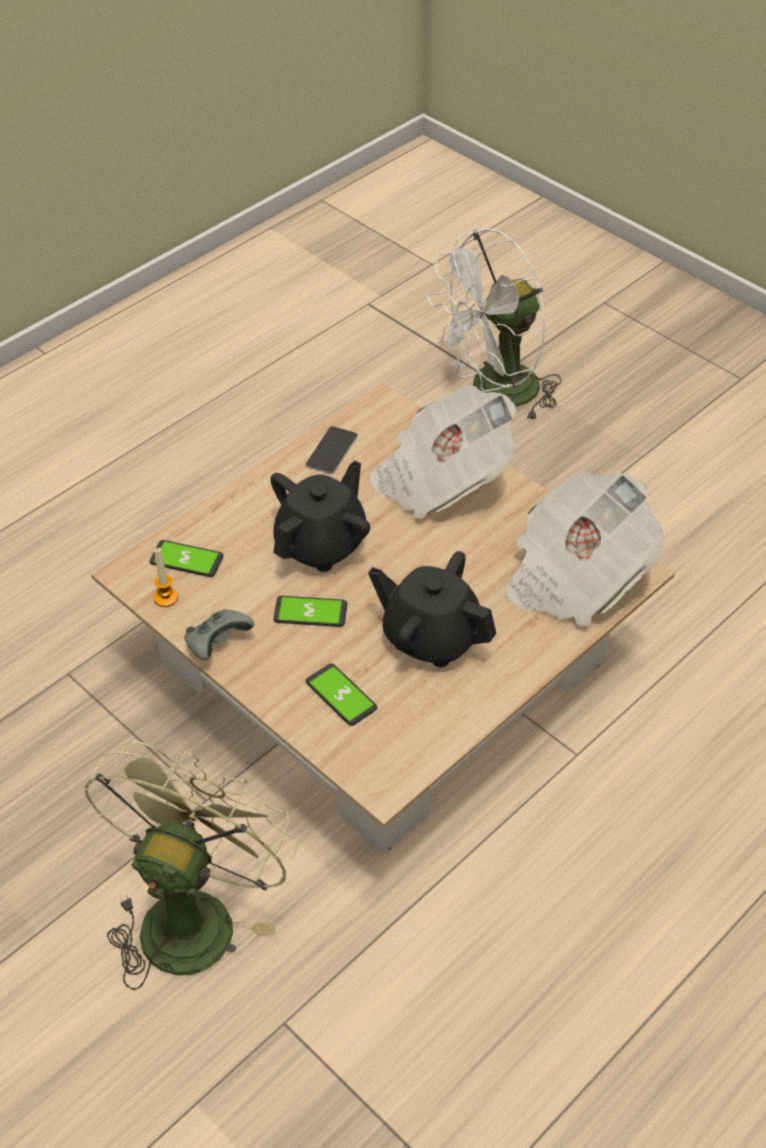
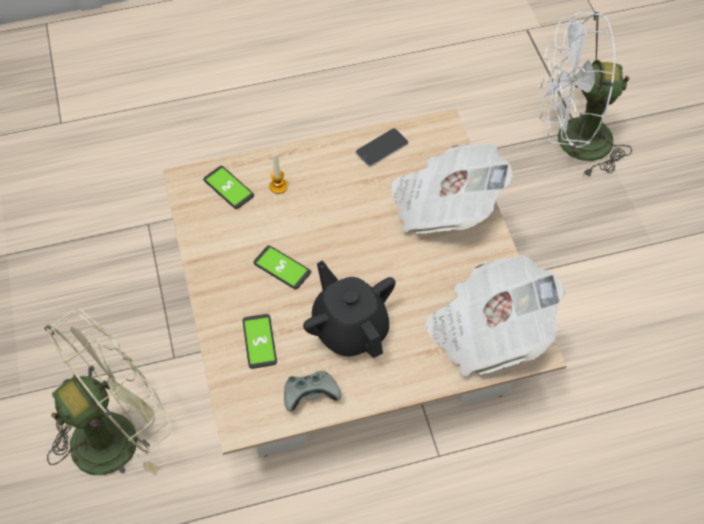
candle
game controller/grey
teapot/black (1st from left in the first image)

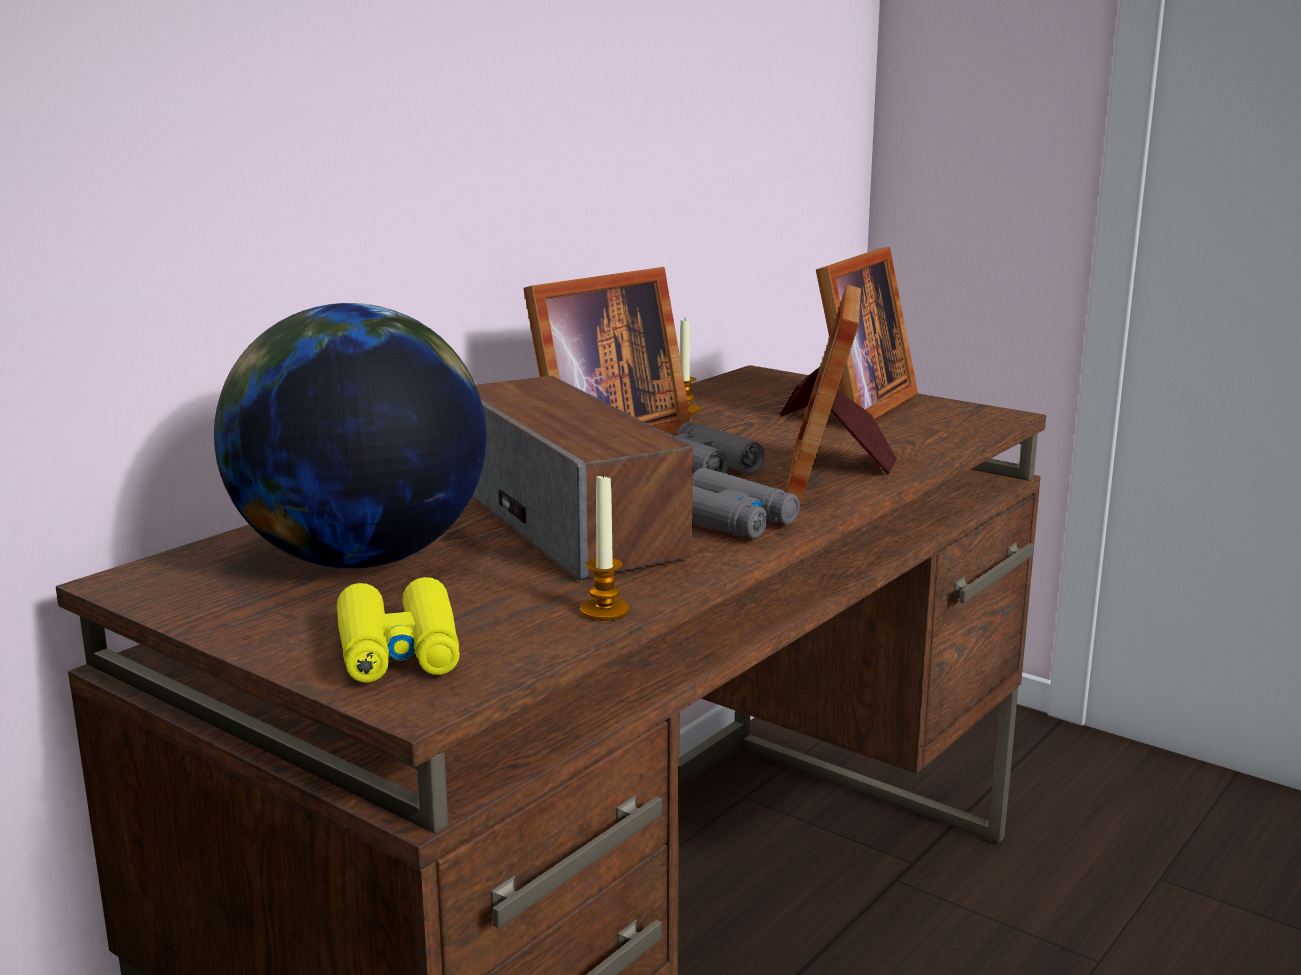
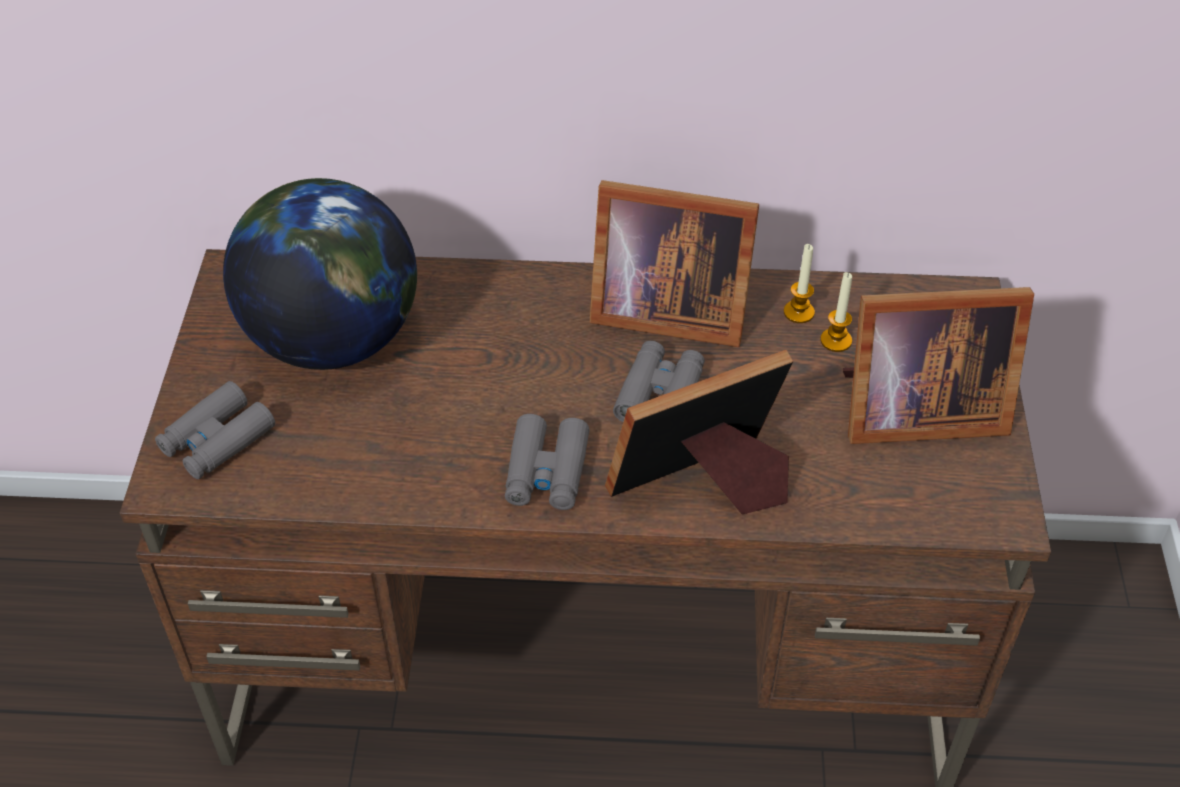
binoculars/grey (1st from left)
speaker
candle (2nd from left)

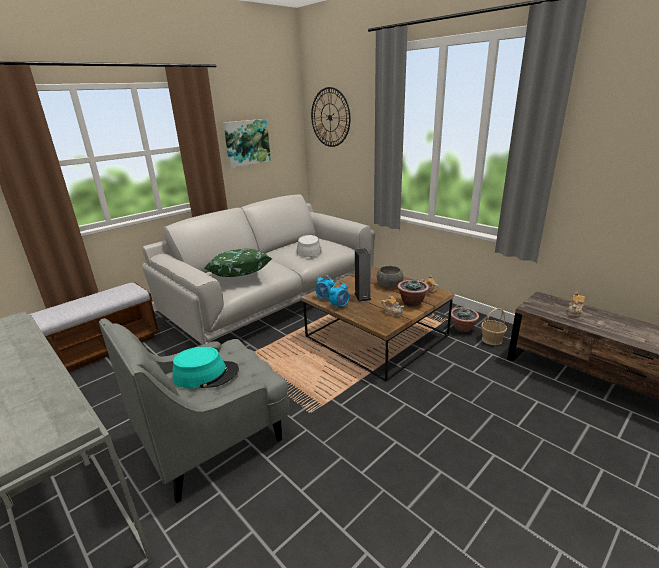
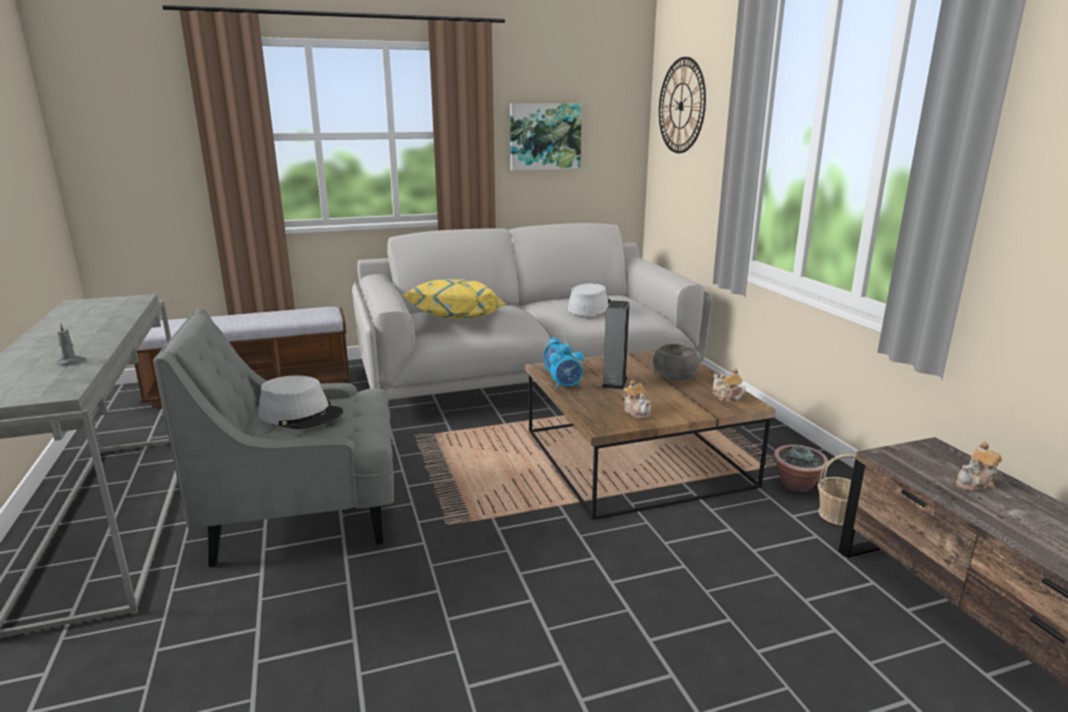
hat/grey (1st from left)
pillow/yellow
potted plant (1st from left in the first image)
candle/grey

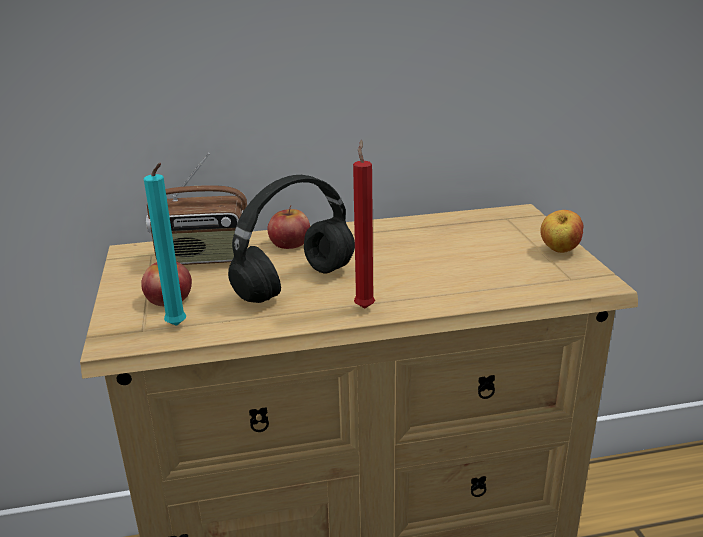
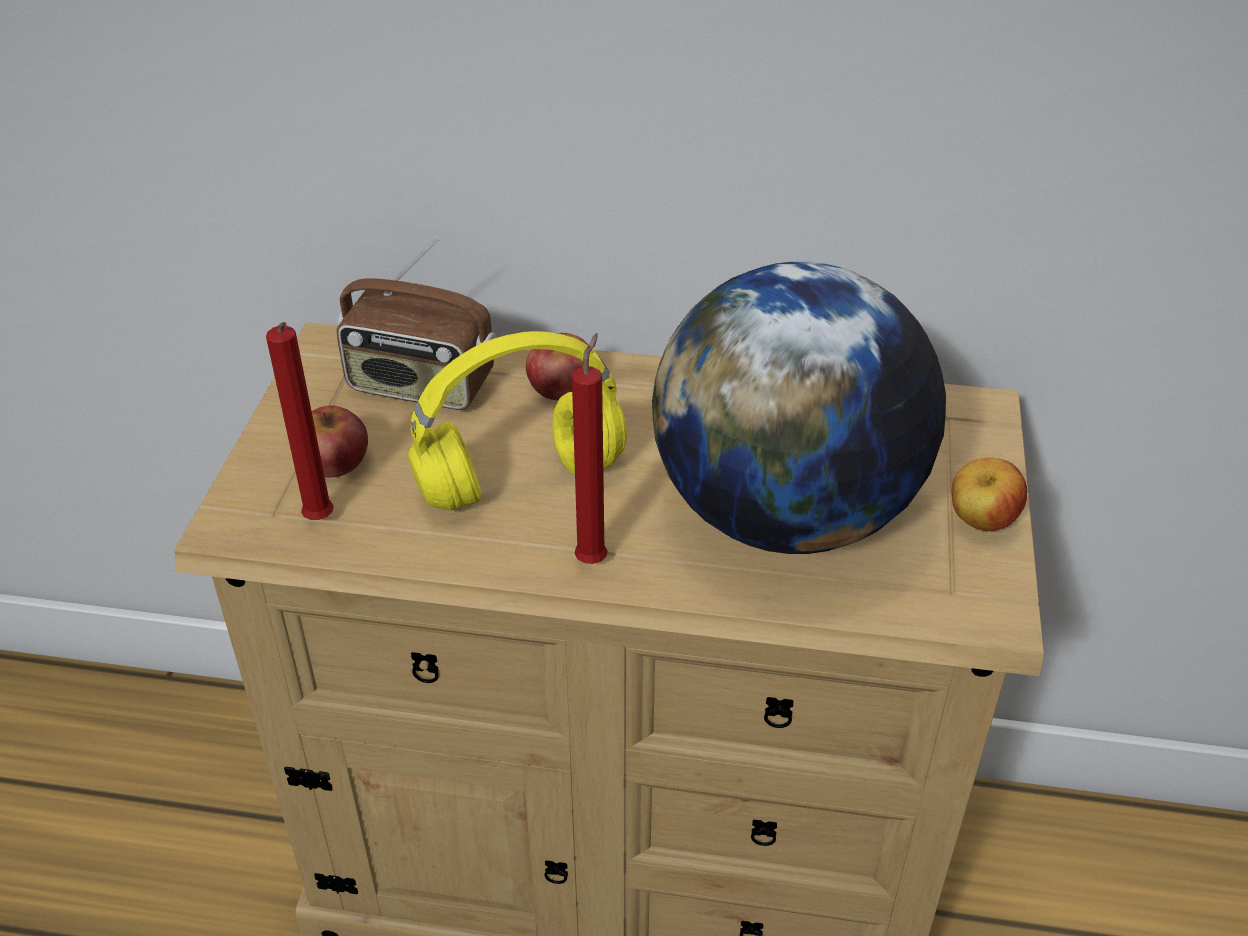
candle/red (1st from left)
headphones/yellow
globe

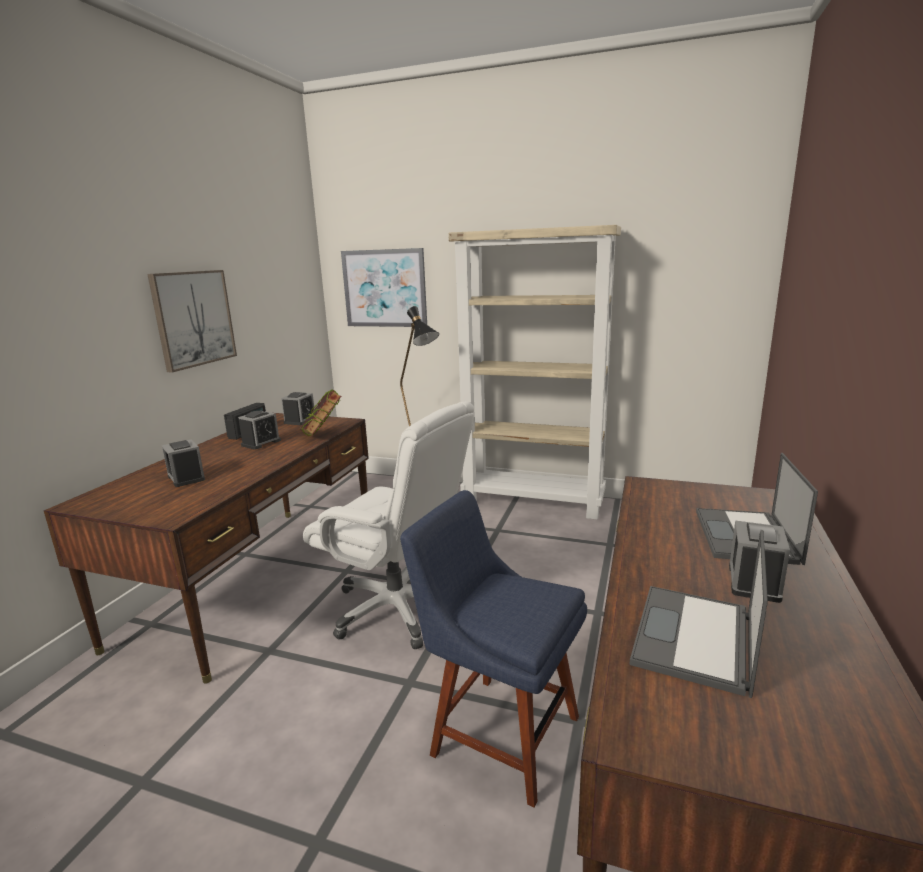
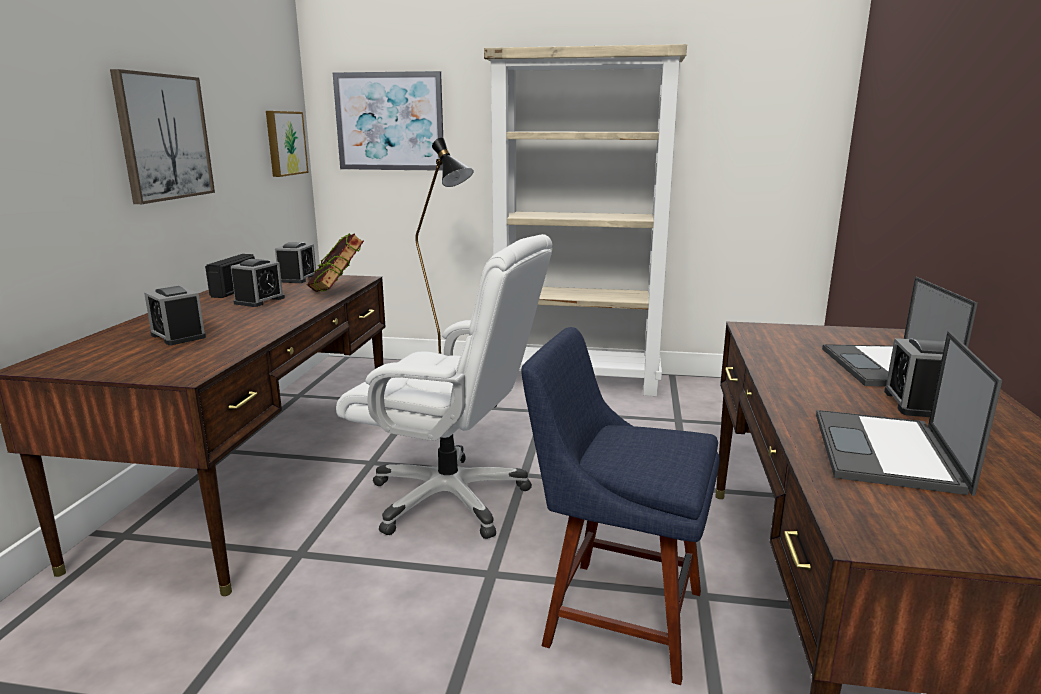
picture (2nd from left)

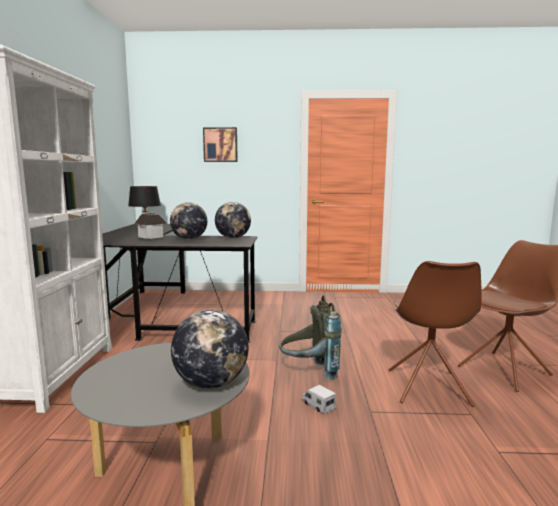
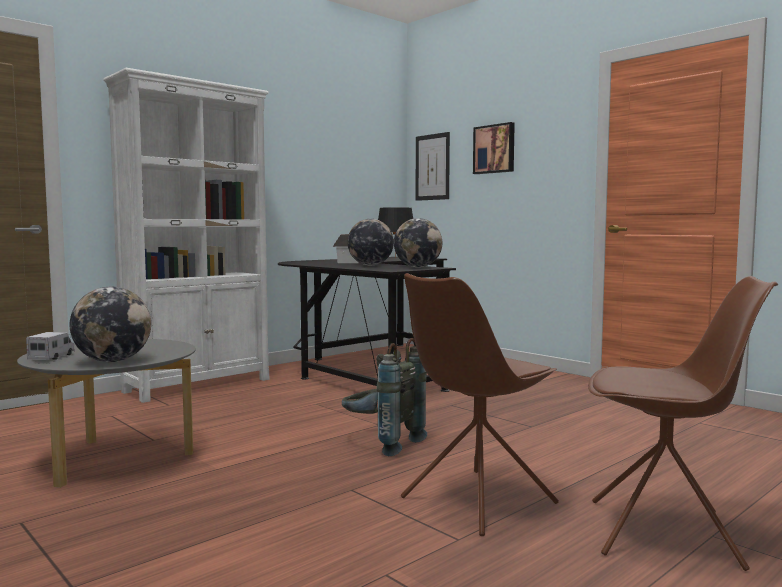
toy truck
picture (1st from left)

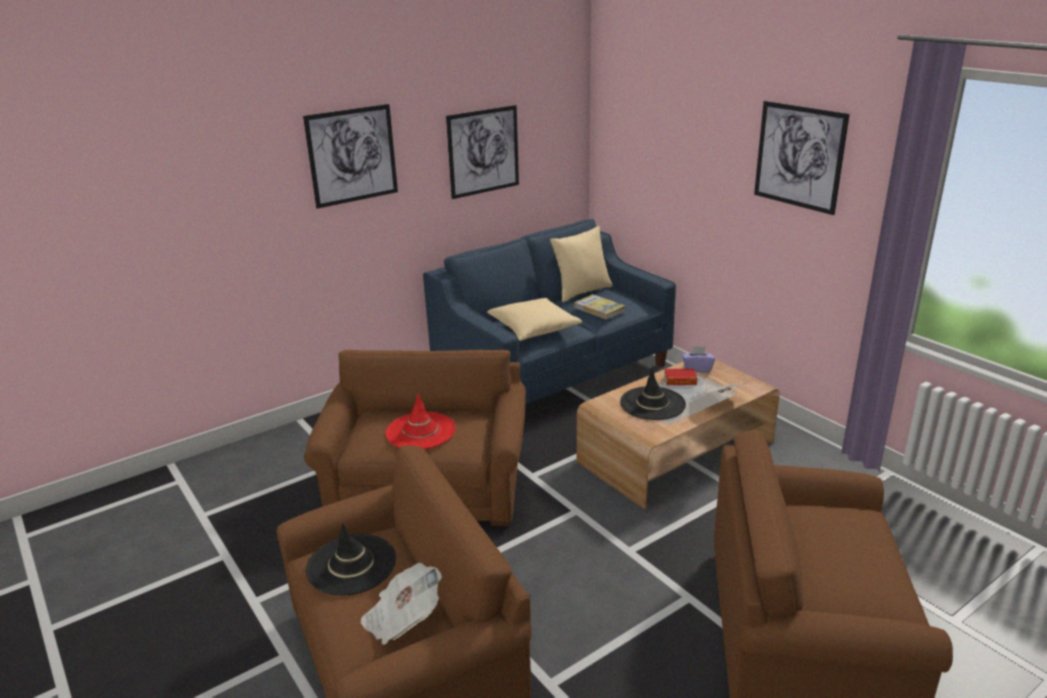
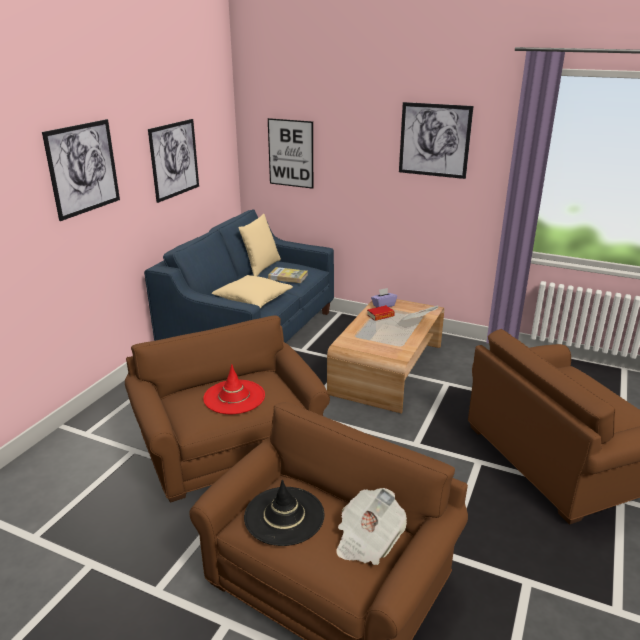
hat/black (2nd from left in the first image)
picture (3rd from left)

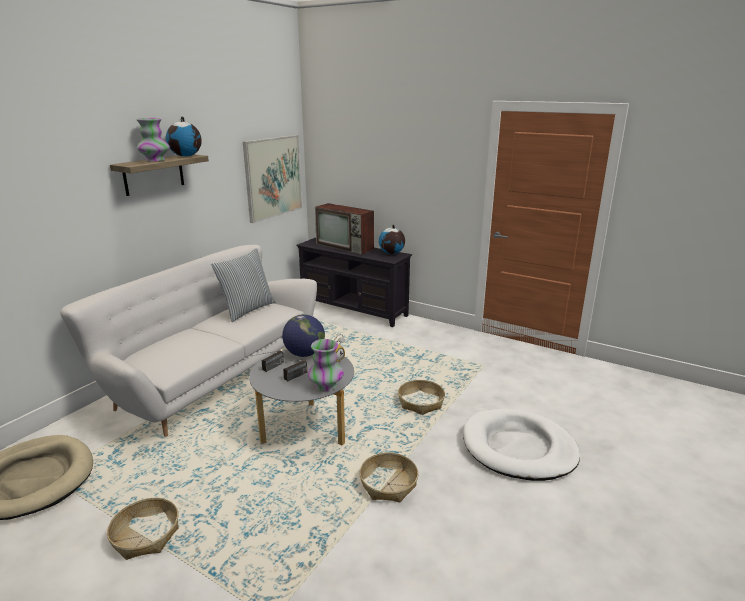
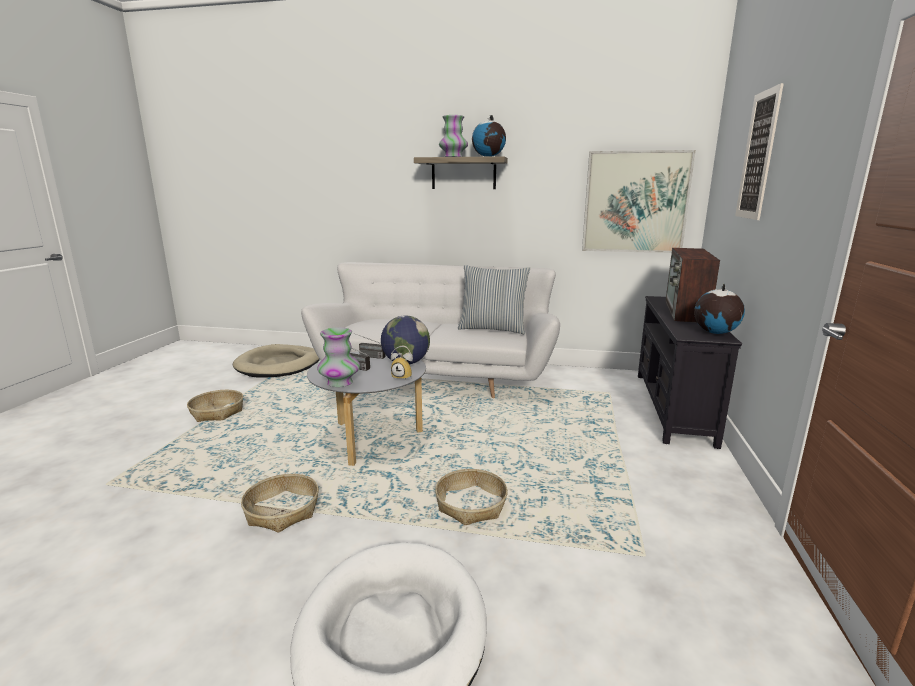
picture (2nd from left)

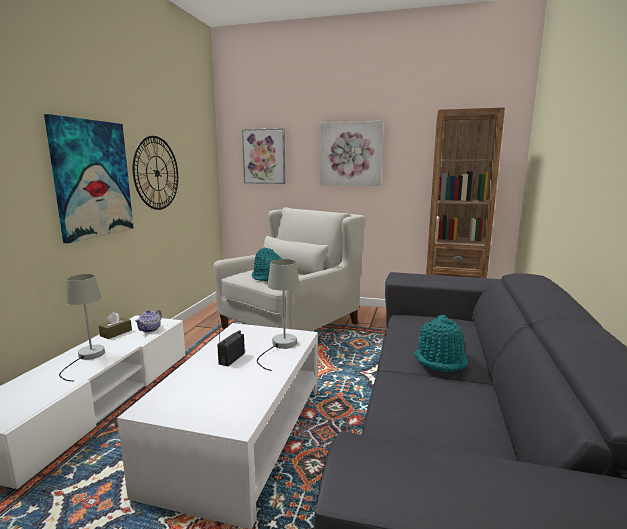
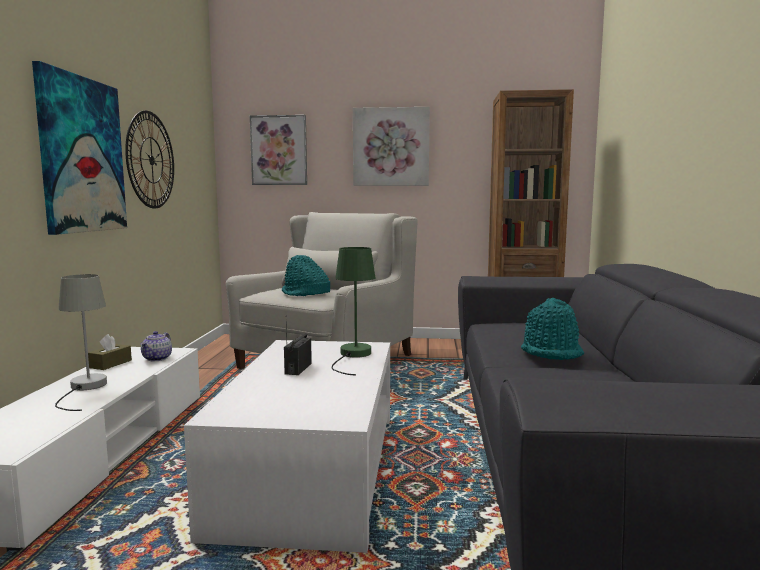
table lamp/green

